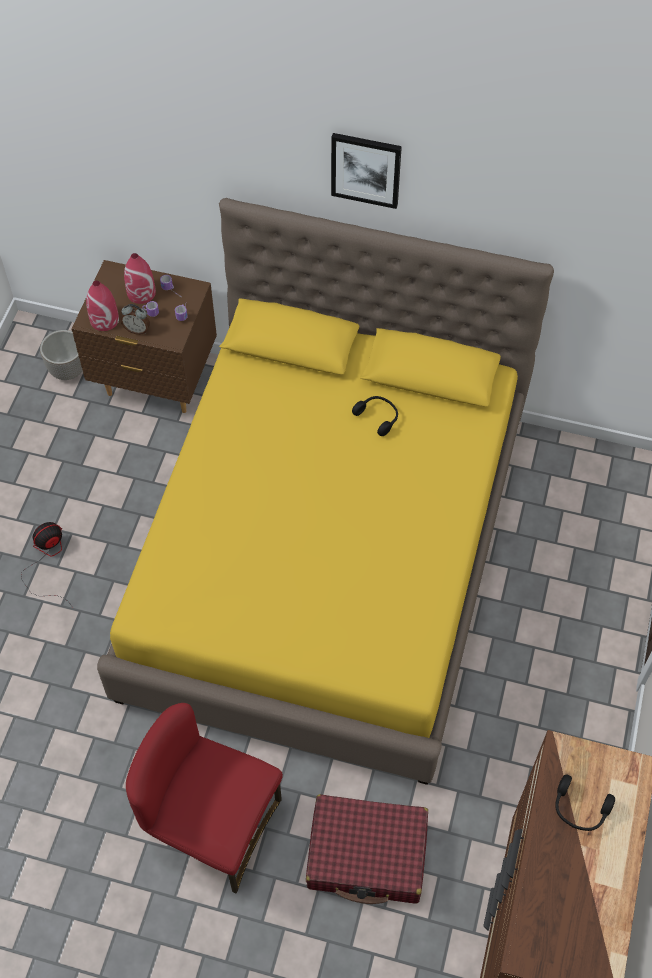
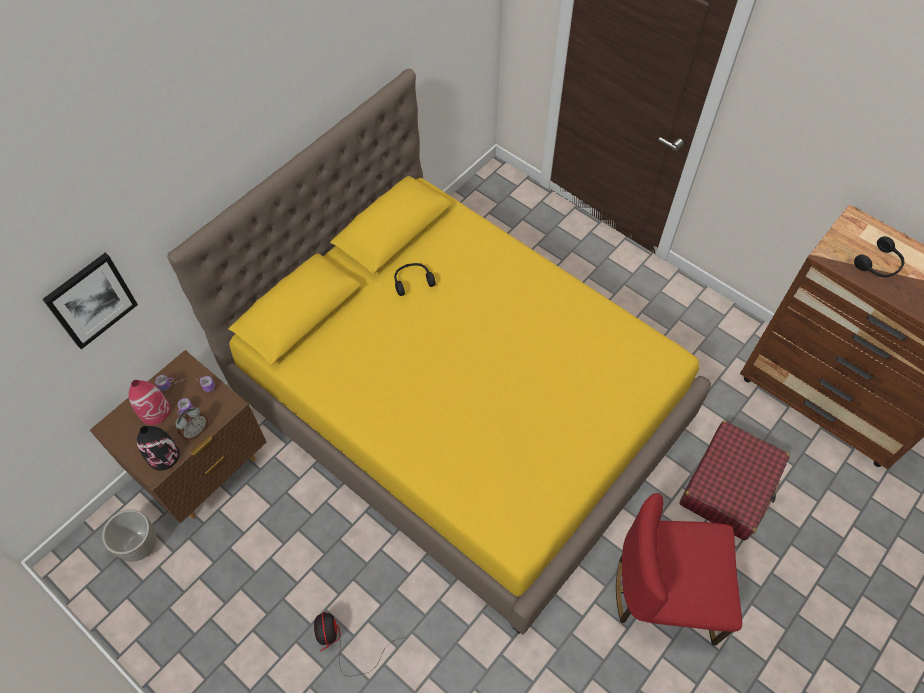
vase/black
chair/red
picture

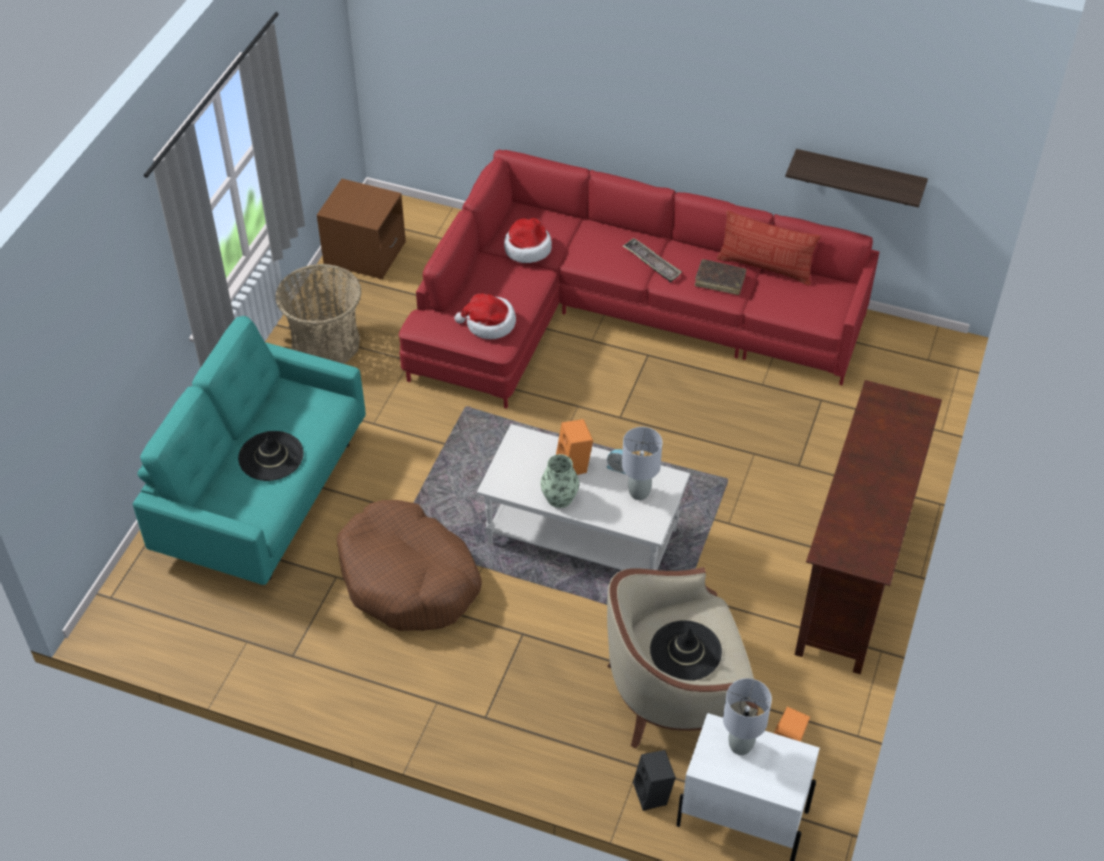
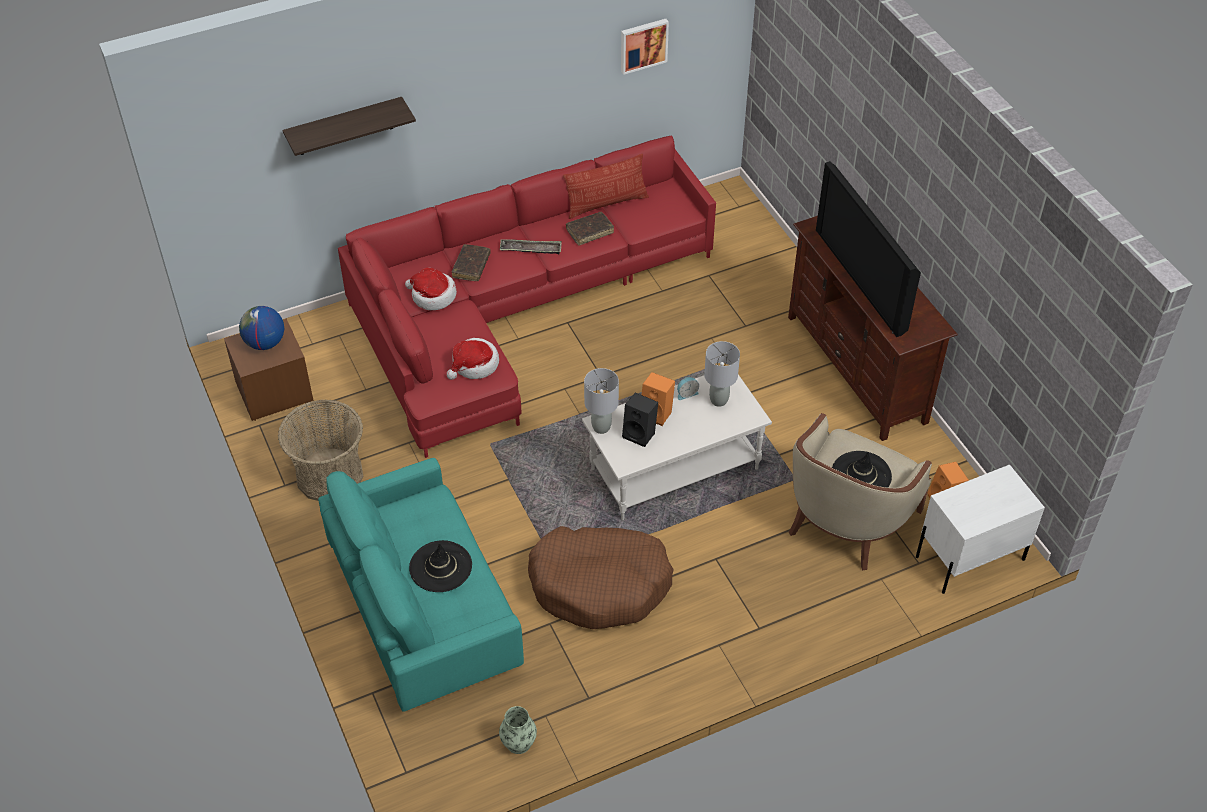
vase
speaker/black
table lamp/grey (1st from left)
shelf
globe
book/brown (1st from left)
picture
television

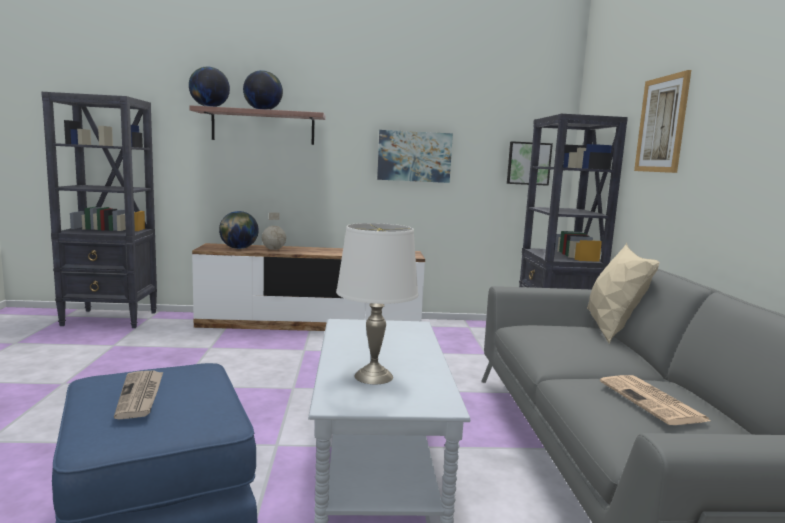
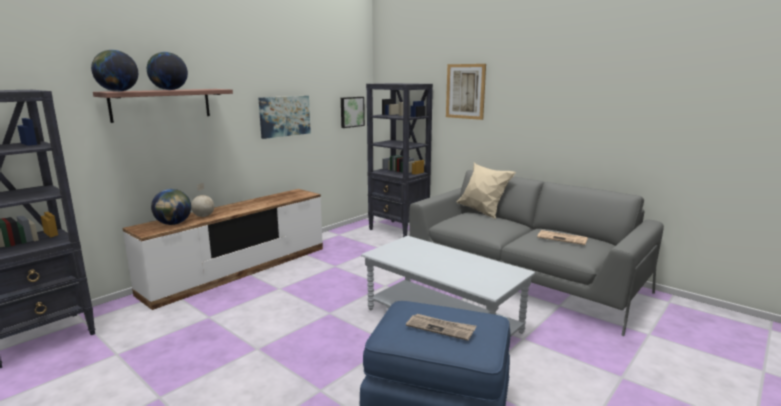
table lamp/white

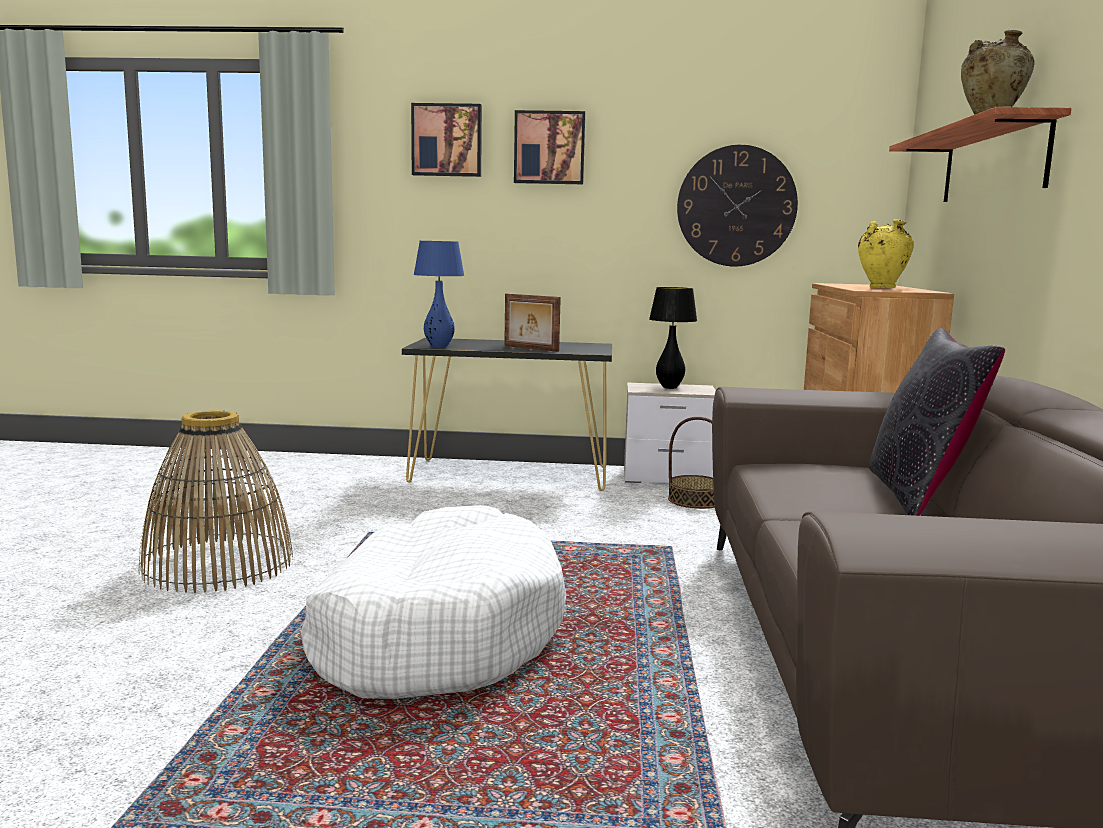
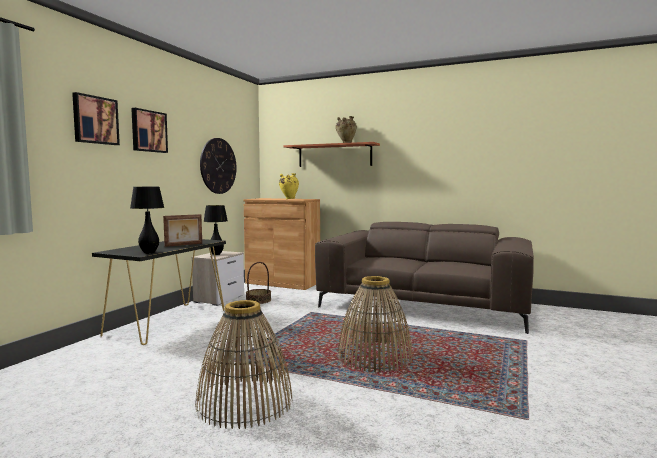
basket (3rd from left)
table lamp/black (1st from left)
pillow/black

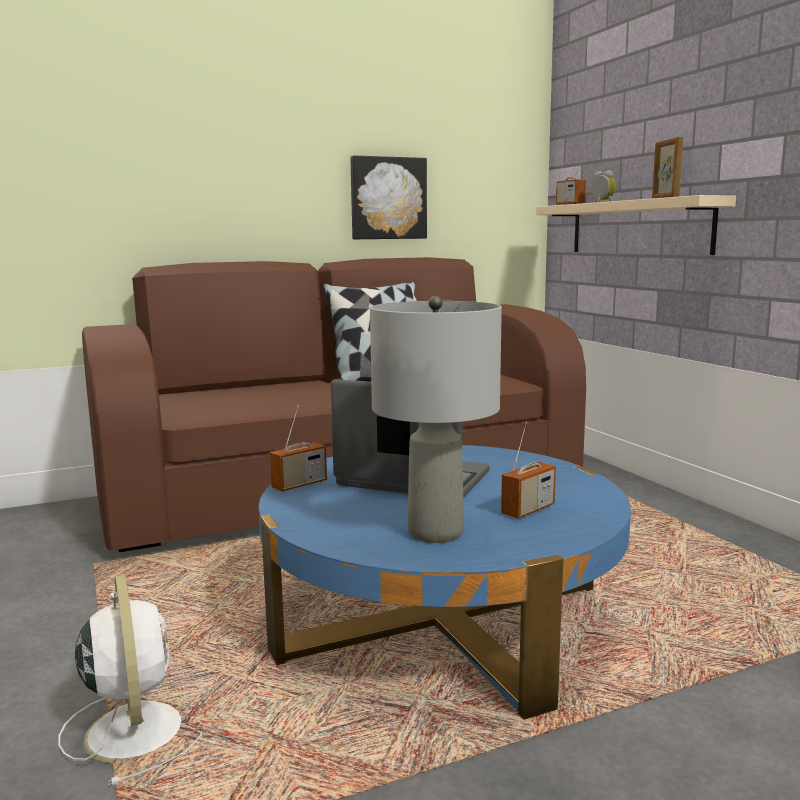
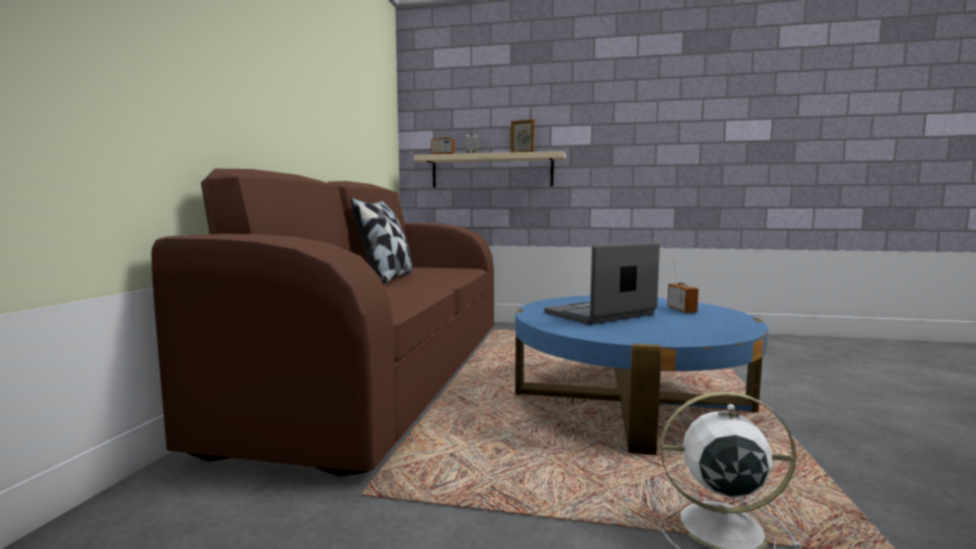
radio (1st from left in the first image)
picture
table lamp/grey

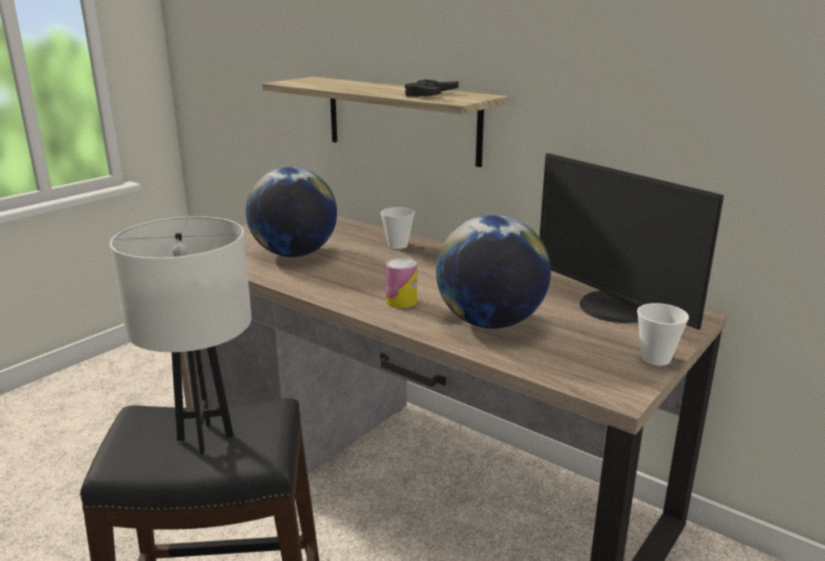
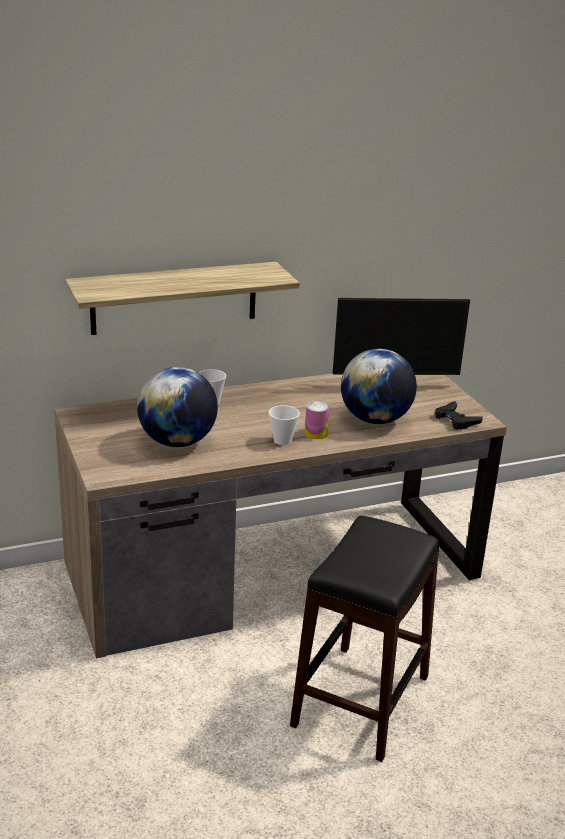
table lamp/white
game controller/black
cup (2nd from left)

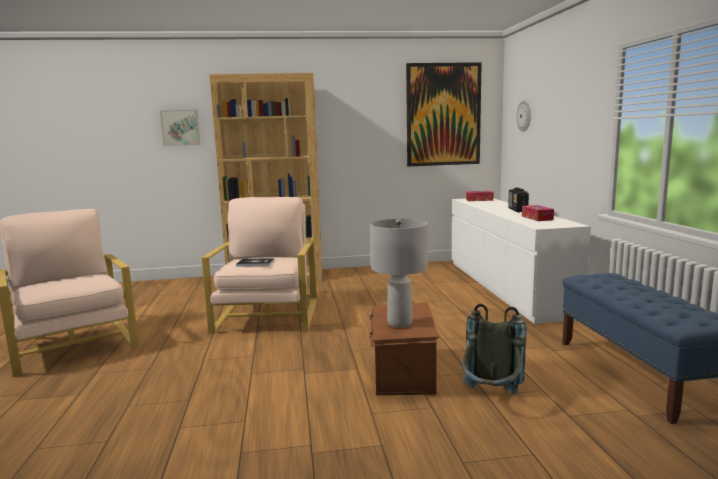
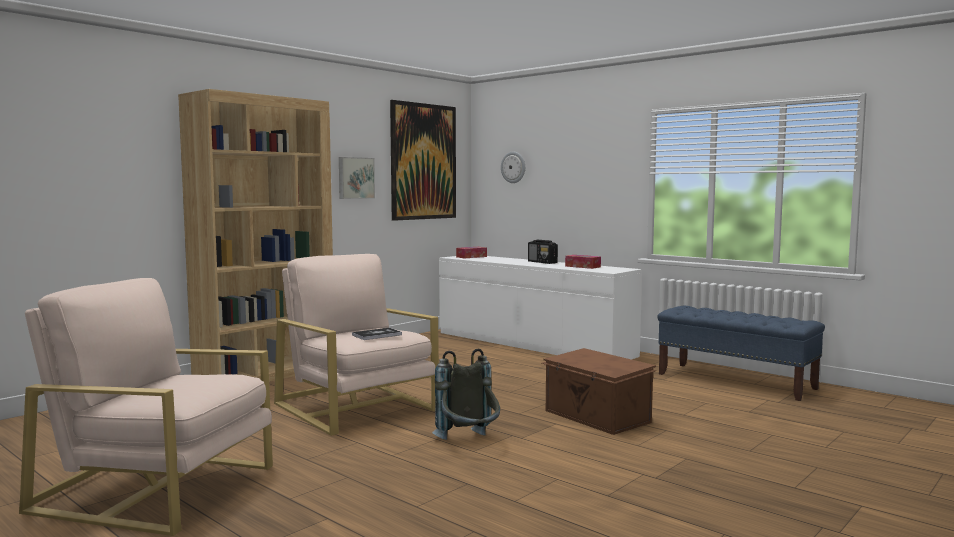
picture (1st from left)
table lamp/grey
backpack/grey

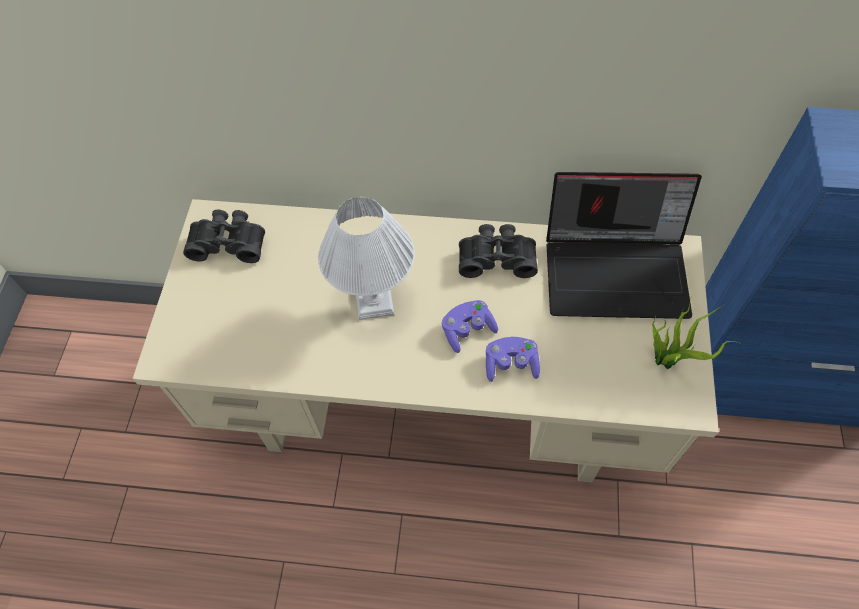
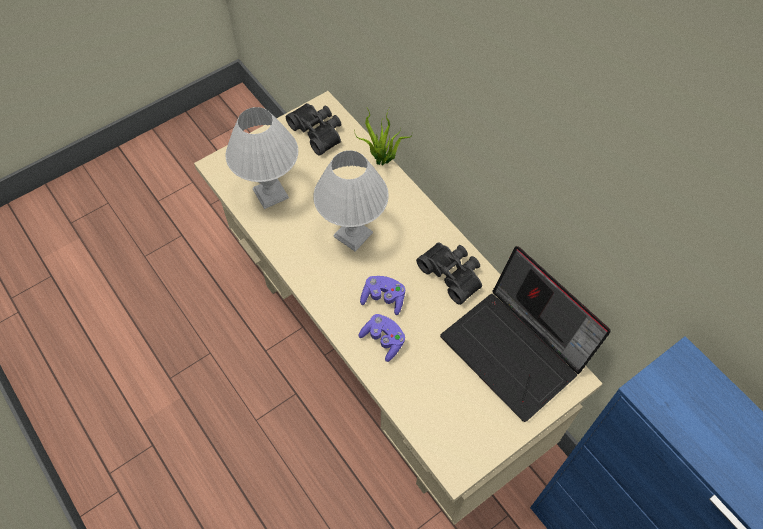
potted plant
table lamp/white (1st from left)

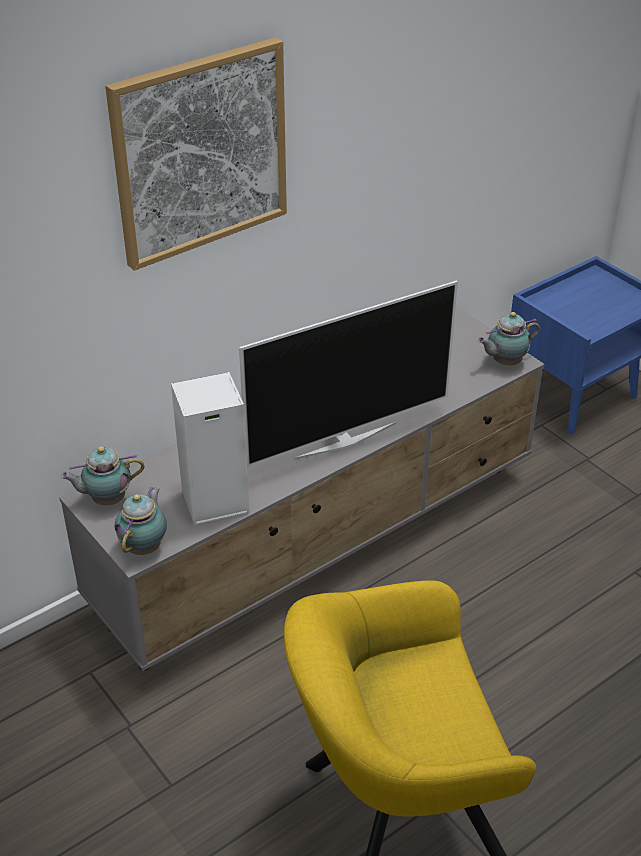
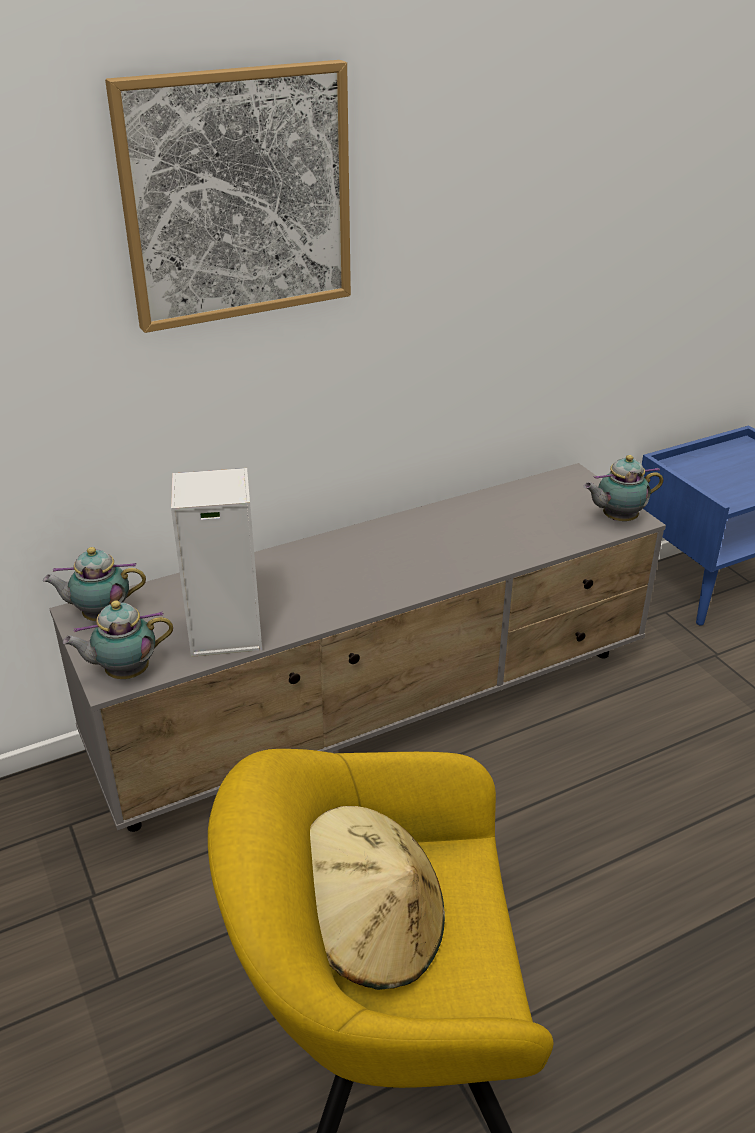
teapot (2nd from left)
television
hat/beige

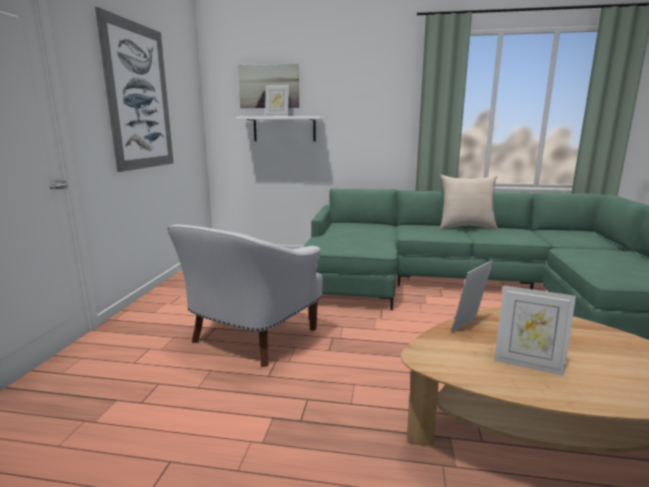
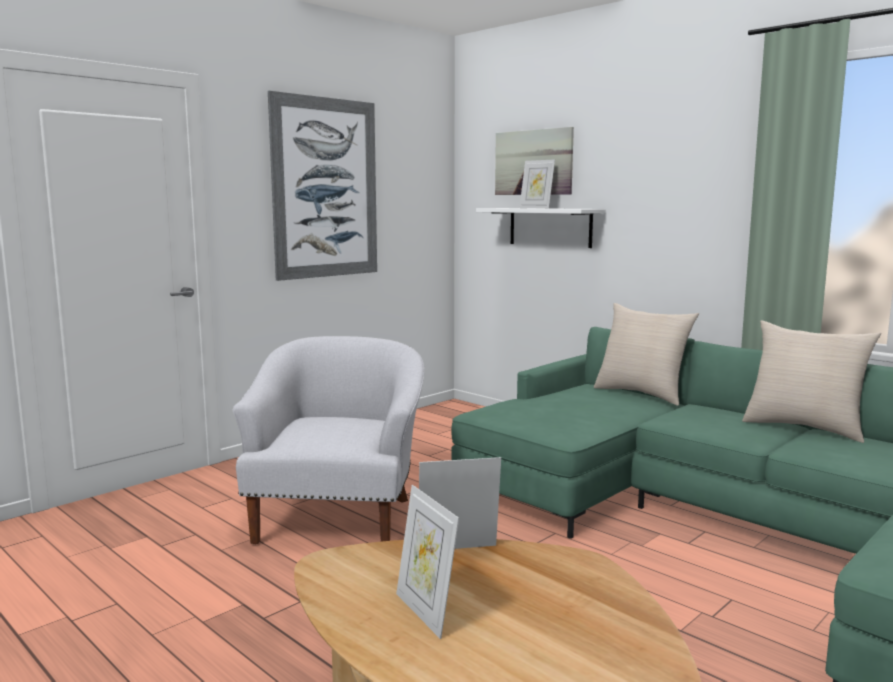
armchair/white
pillow/beige (1st from left)

